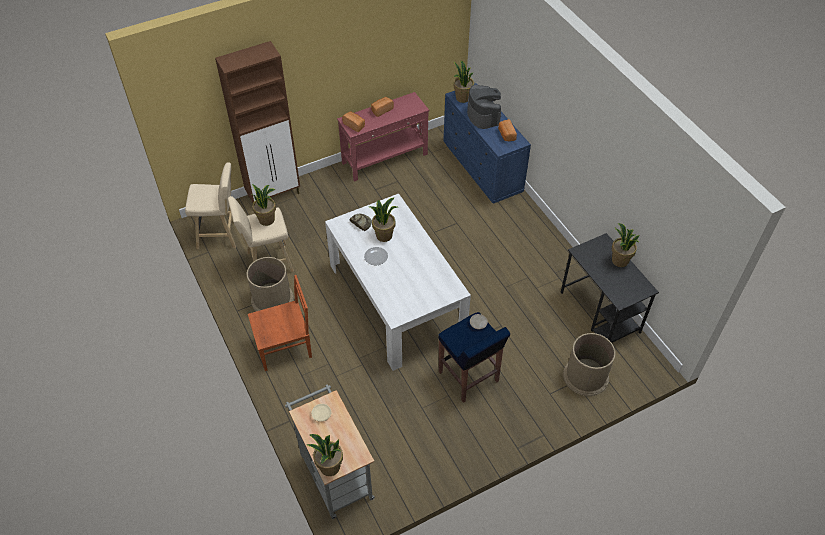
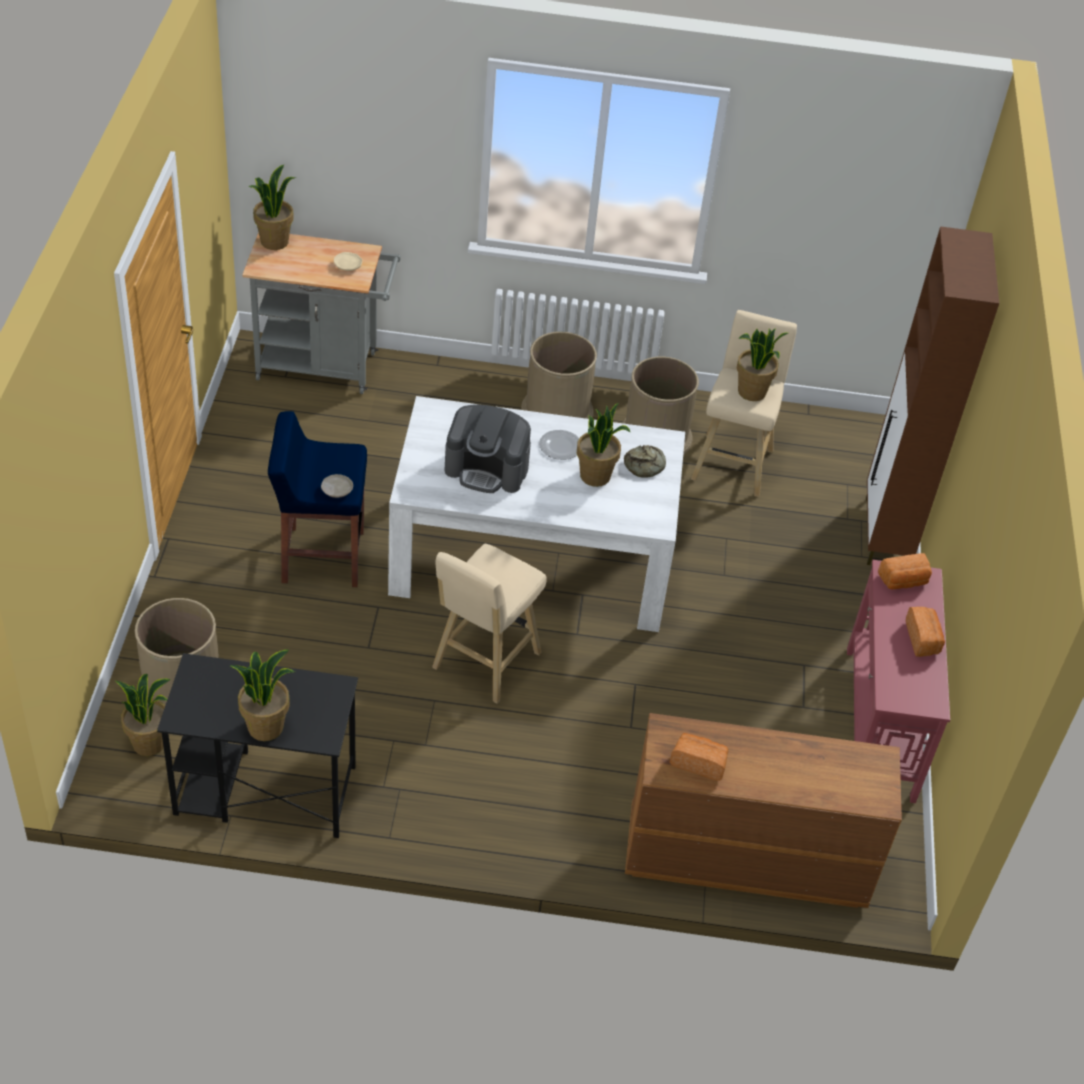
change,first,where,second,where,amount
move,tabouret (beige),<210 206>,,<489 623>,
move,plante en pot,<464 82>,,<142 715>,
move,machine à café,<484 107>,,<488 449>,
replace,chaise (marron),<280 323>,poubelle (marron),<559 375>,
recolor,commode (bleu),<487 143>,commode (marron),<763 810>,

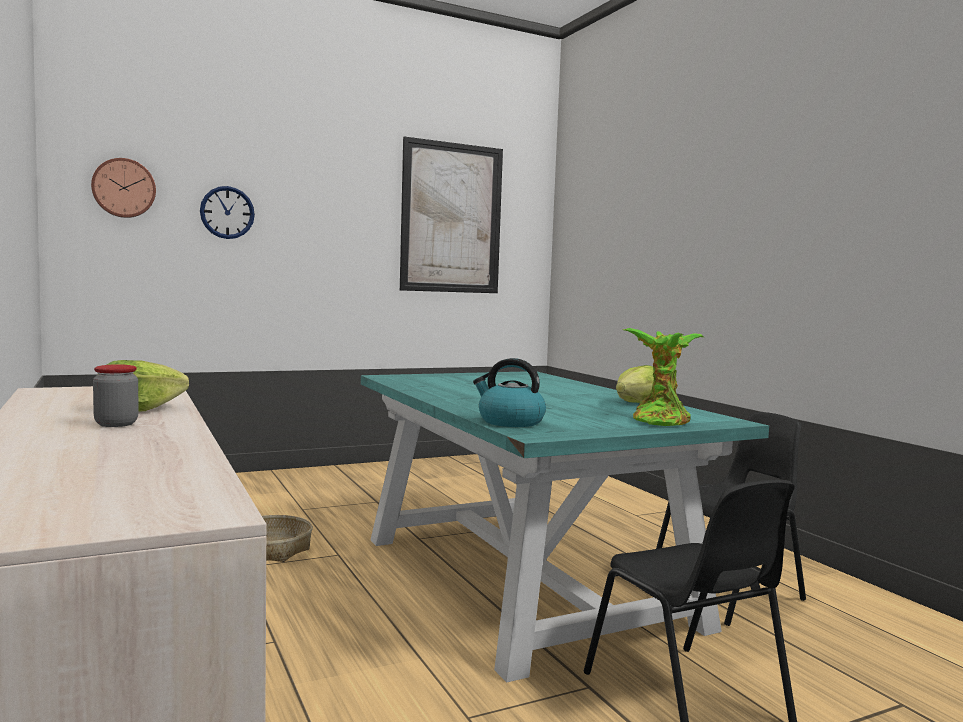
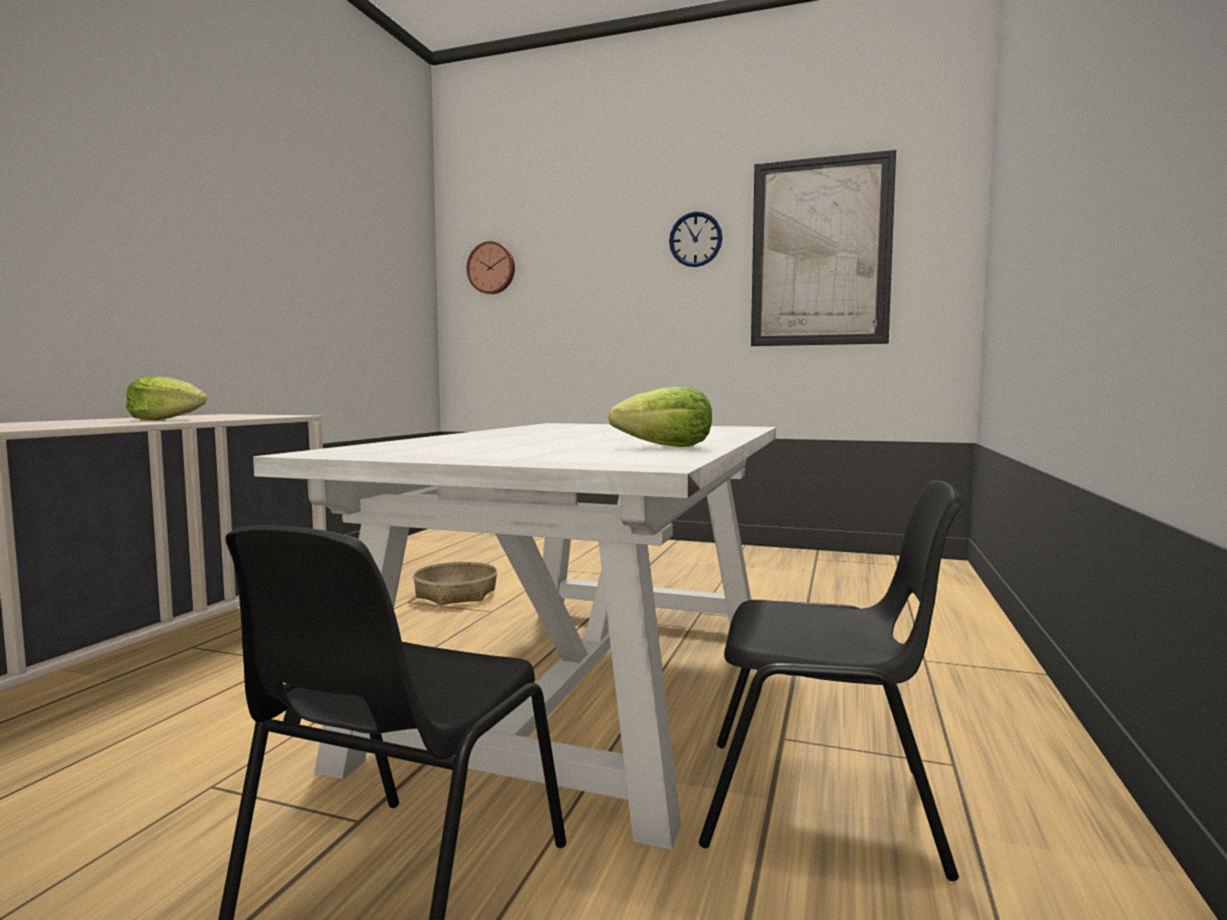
change,first,where,second,where,amount
delete,bocal,<116 395>,,,
delete,bouilloire,<509 392>,,,
delete,plante en pot,<663 377>,,,
move,horloge murale,<227 212>,,<695 239>,
recolor,table à manger (turquoise),<565 527>,table à manger (blanc),<514 636>,

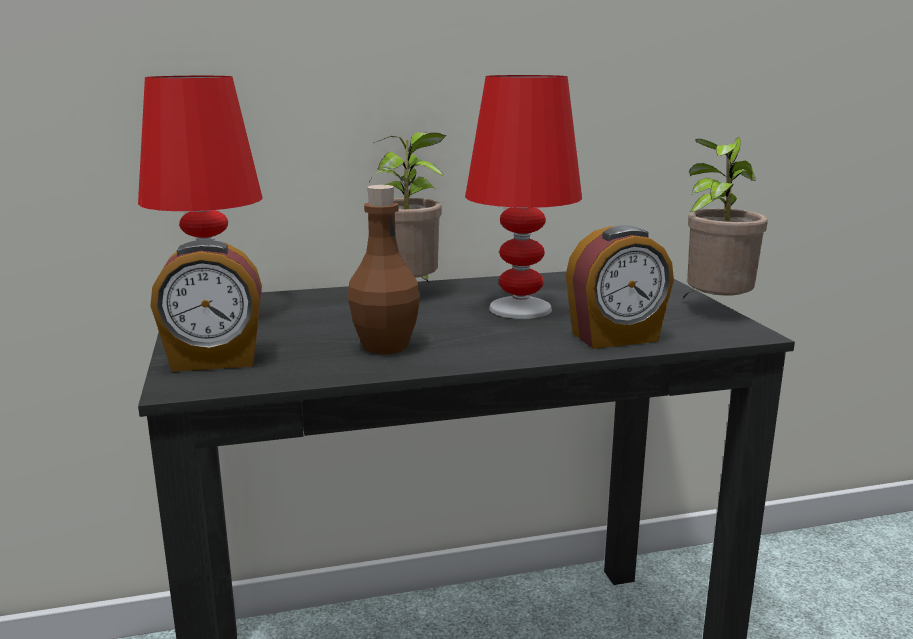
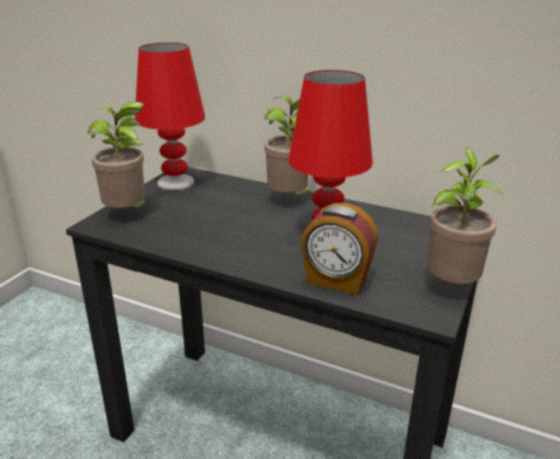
change,first,where,second,where,amount
delete,bouteille (marron),<384 270>,,,
replace,réveil,<206 305>,plante en pot,<118 155>,

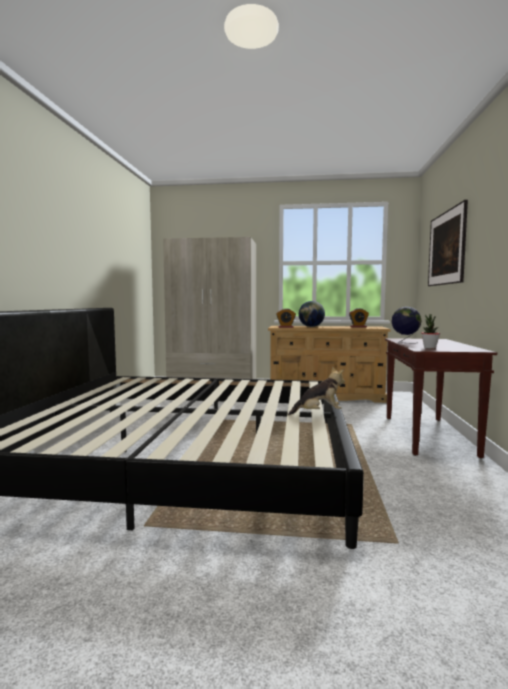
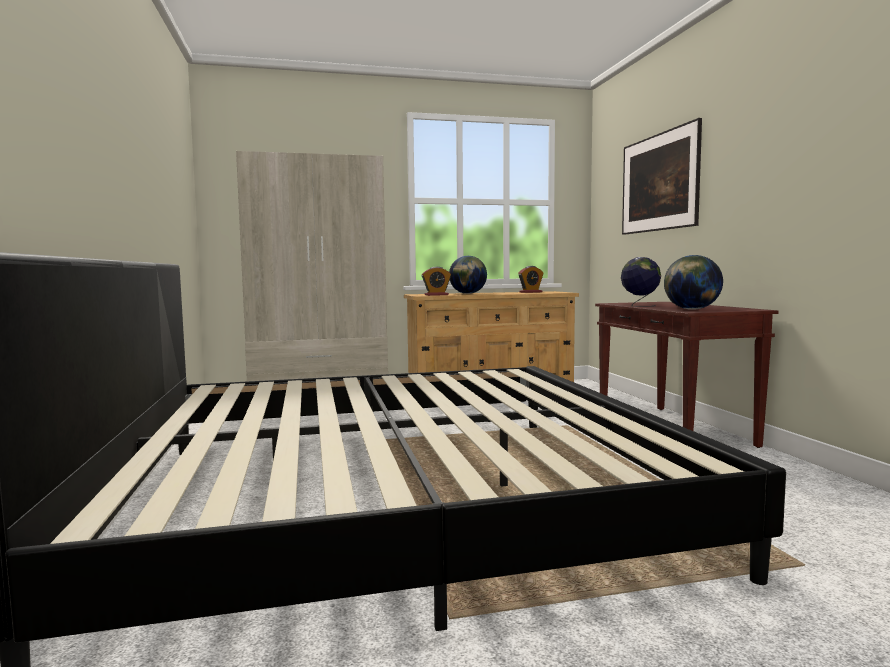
change,first,where,second,where,amount
delete,peluche,<316 391>,,,
replace,plante en pot,<430 331>,globe,<693 282>,

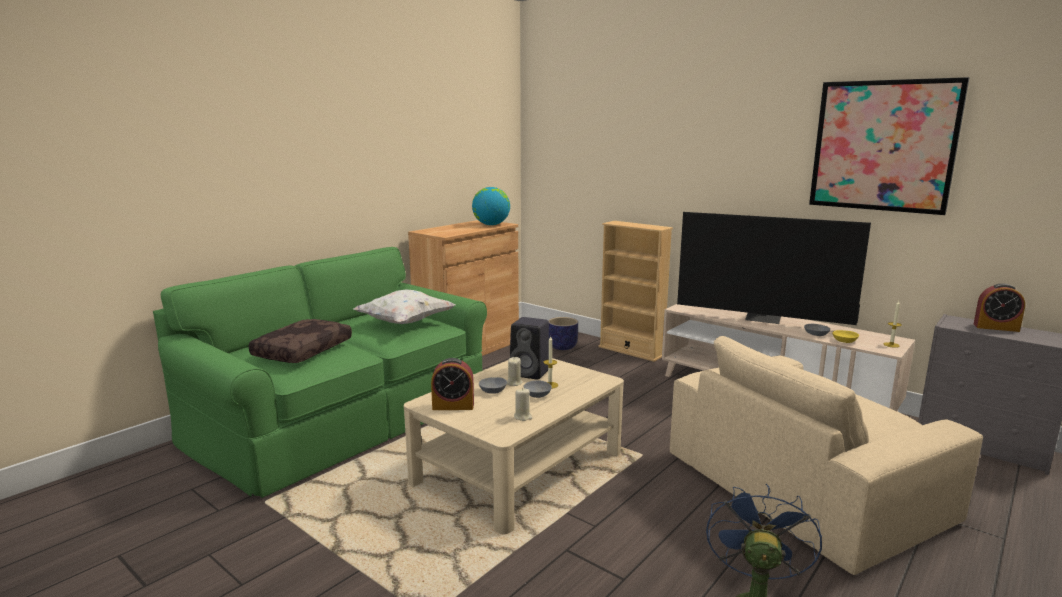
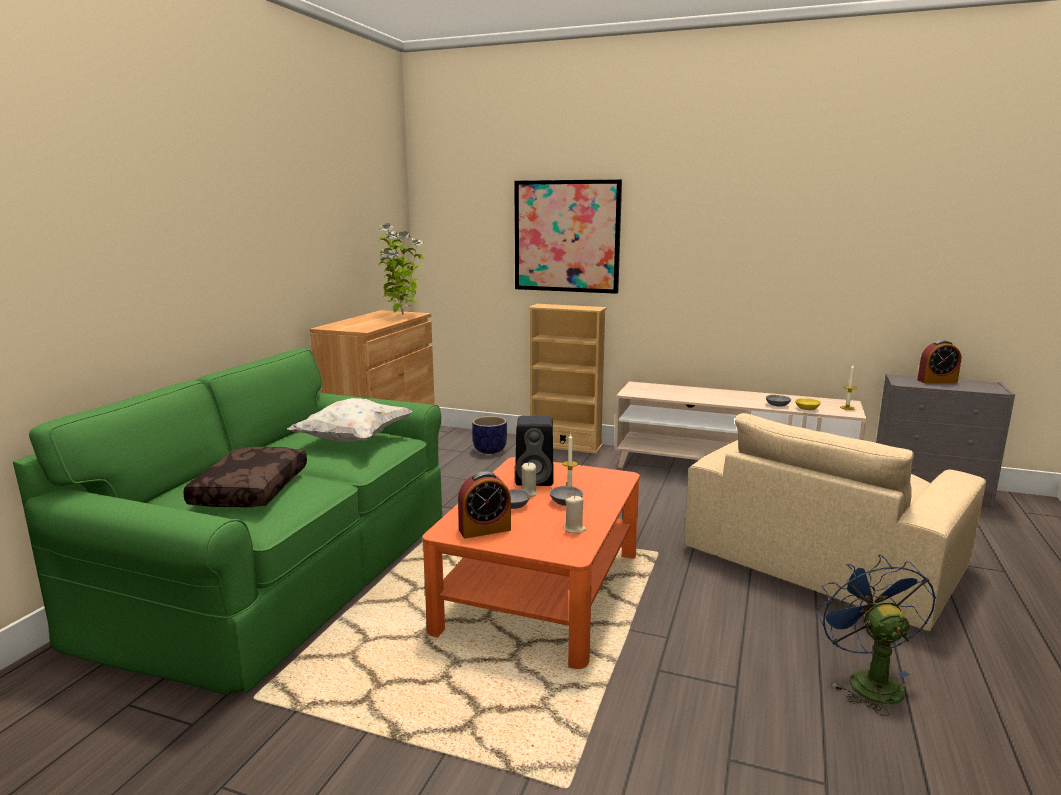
change,first,where,second,where,amount
delete,téléviseur,<774 268>,,,
move,tableau,<889 146>,,<568 236>,
replace,globe,<491 206>,plante en pot,<401 269>,
recolor,table basse (beige),<514 446>,table basse (orange),<531 563>,

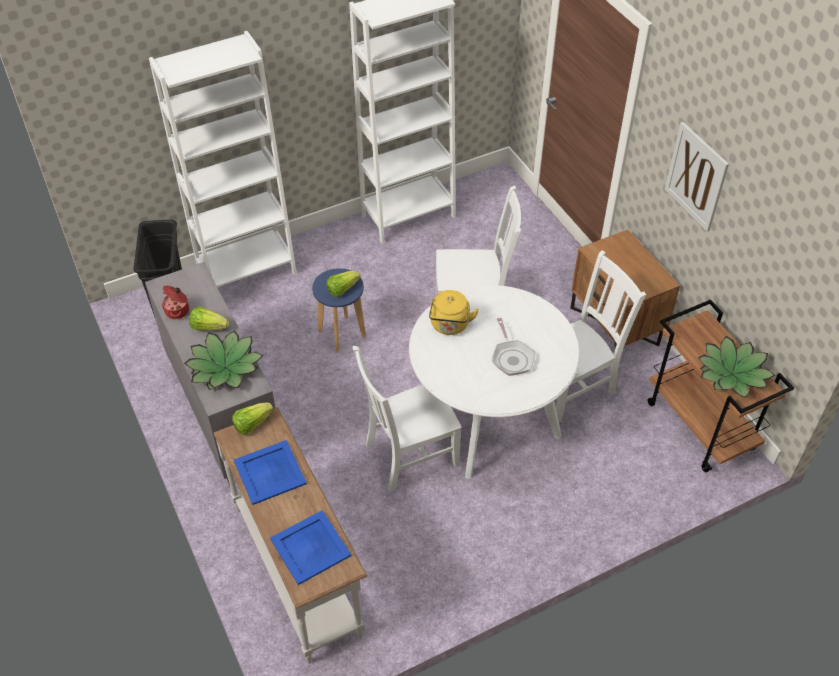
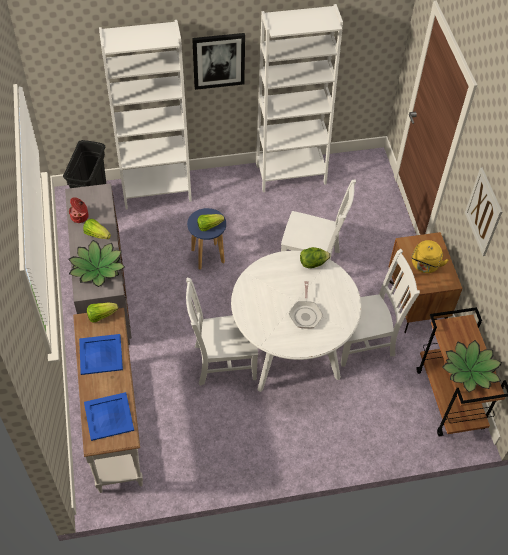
change,first,where,second,where,amount
insert,,,tableau,<218 61>,
insert,,,laitue,<315 257>,
move,bouilloire (jaune),<454 312>,,<430 256>,

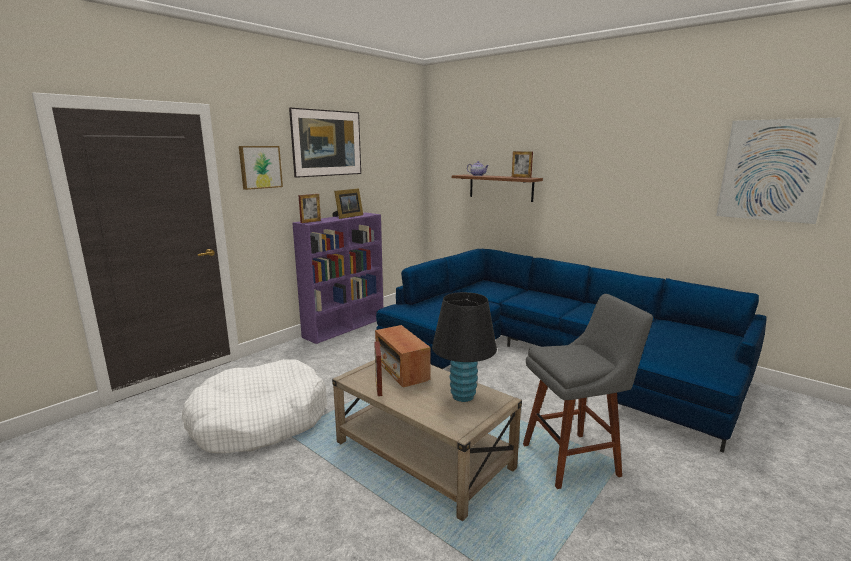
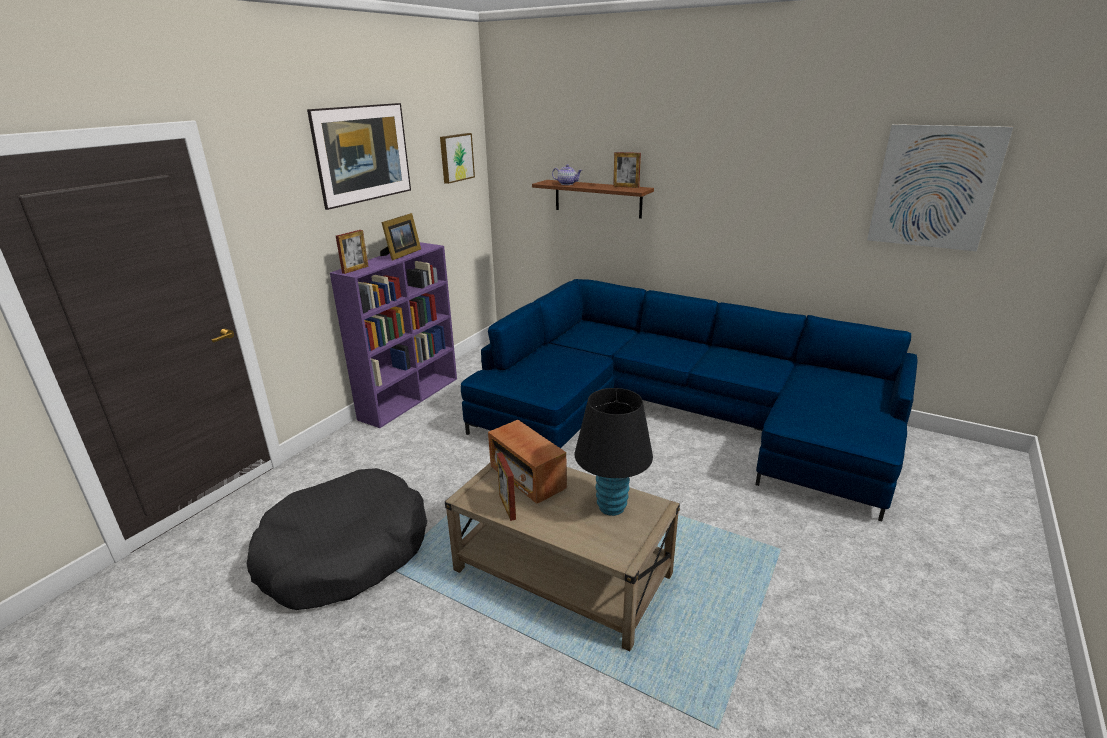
change,first,where,second,where,amount
delete,tabouret (gris),<588 391>,,,
move,tableau,<261 168>,,<457 158>,
recolor,panier pour chien (blanc),<254 406>,panier pour chien (noir),<337 539>,

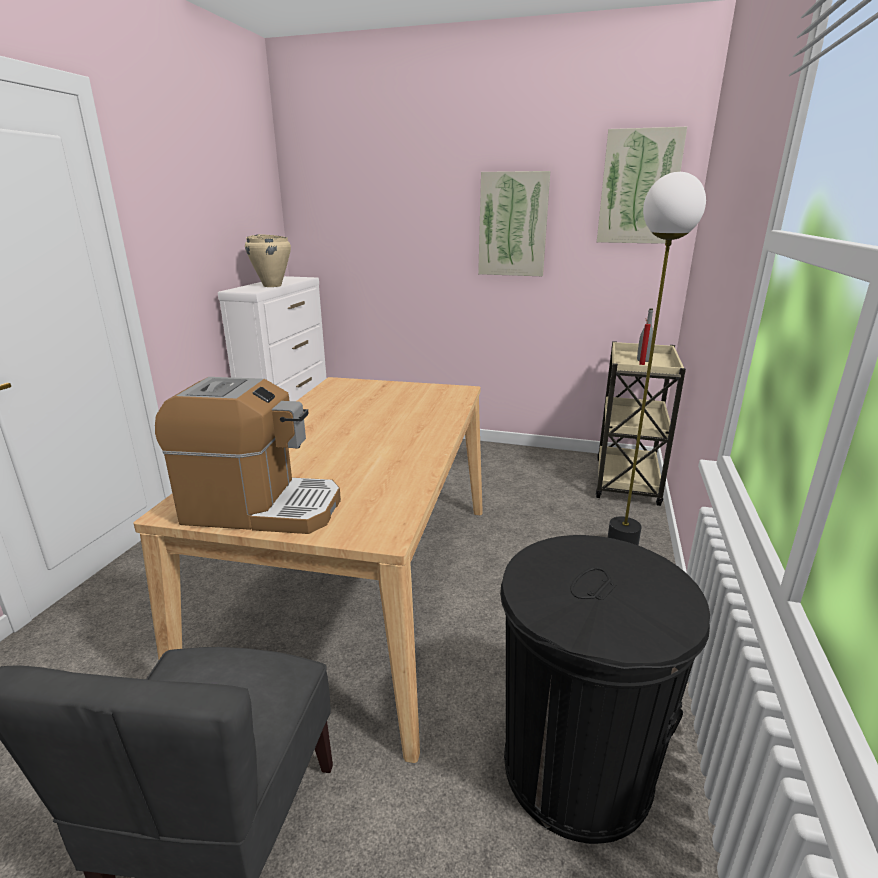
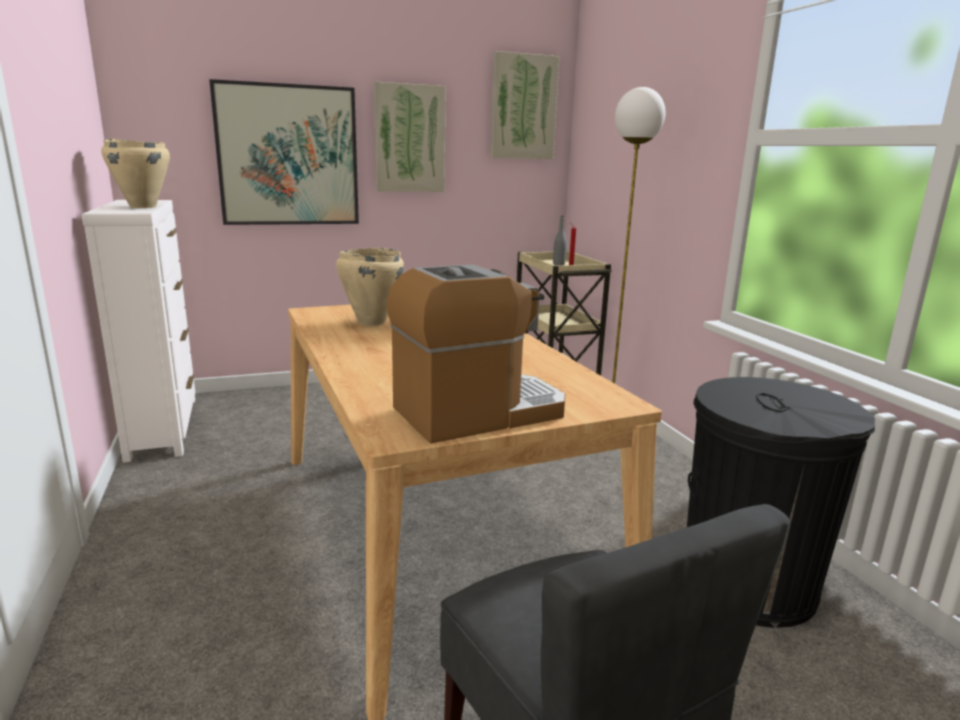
change,first,where,second,where,amount
insert,,,tableau,<284 152>,
insert,,,marmite (beige),<370 287>,

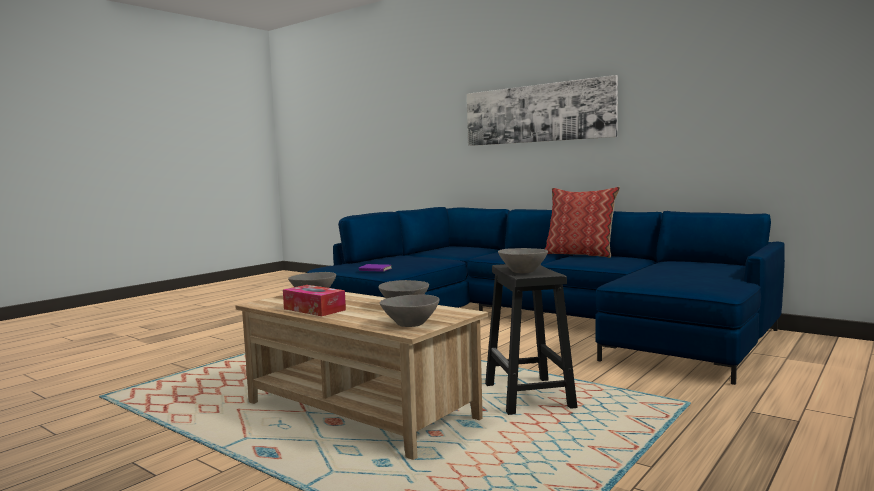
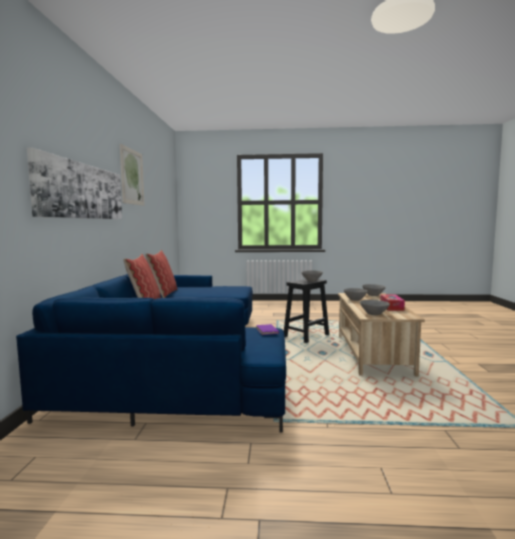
change,first,where,second,where,amount
insert,,,tableau,<132 175>,
insert,,,coussin,<161 274>,

